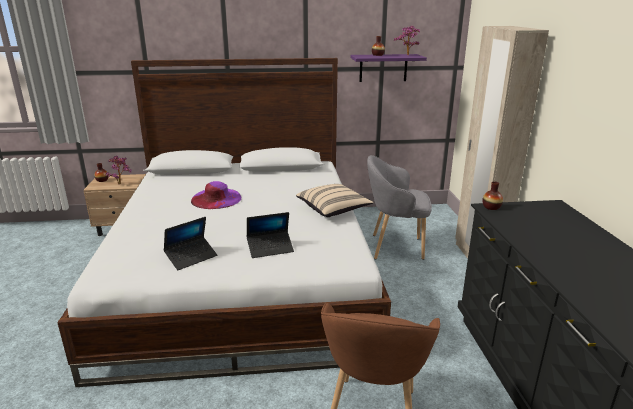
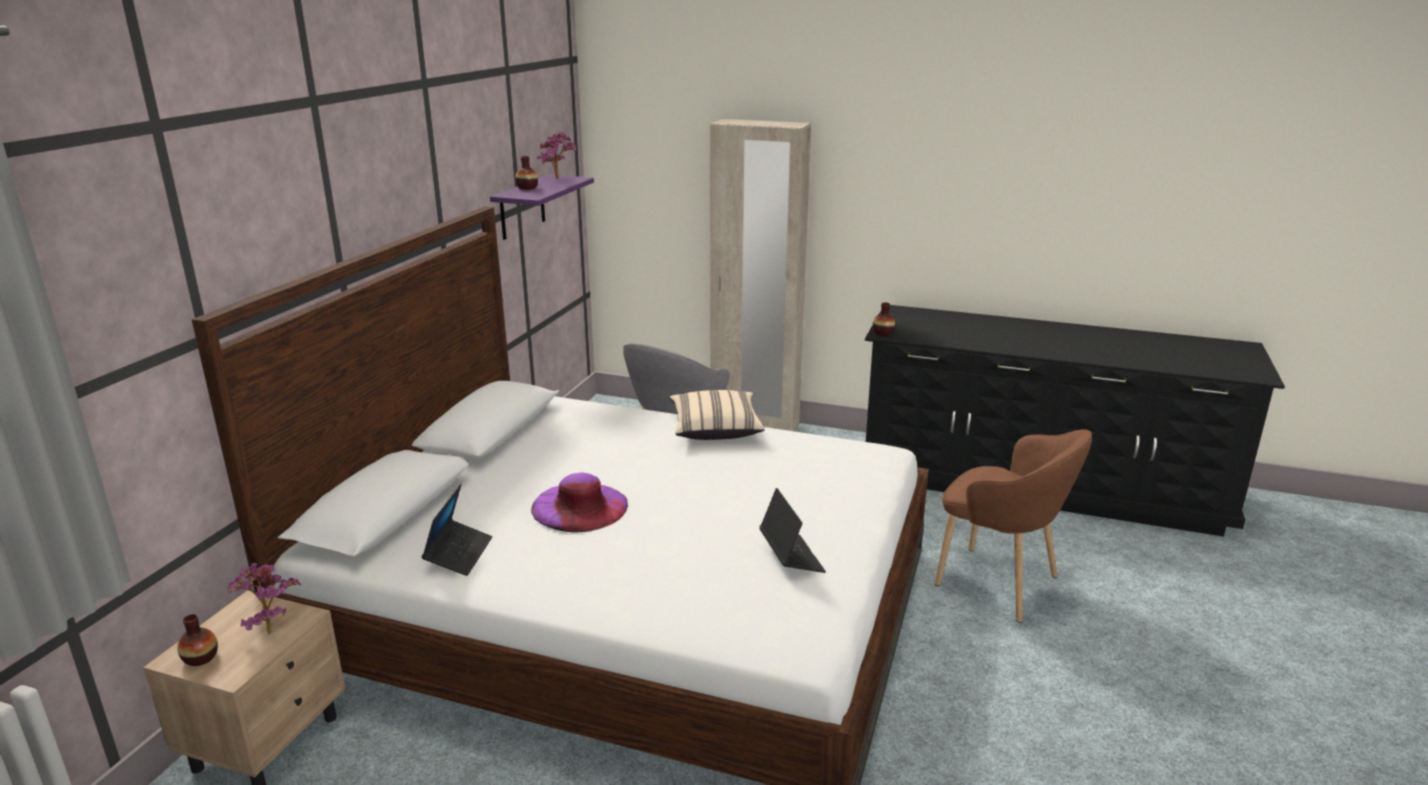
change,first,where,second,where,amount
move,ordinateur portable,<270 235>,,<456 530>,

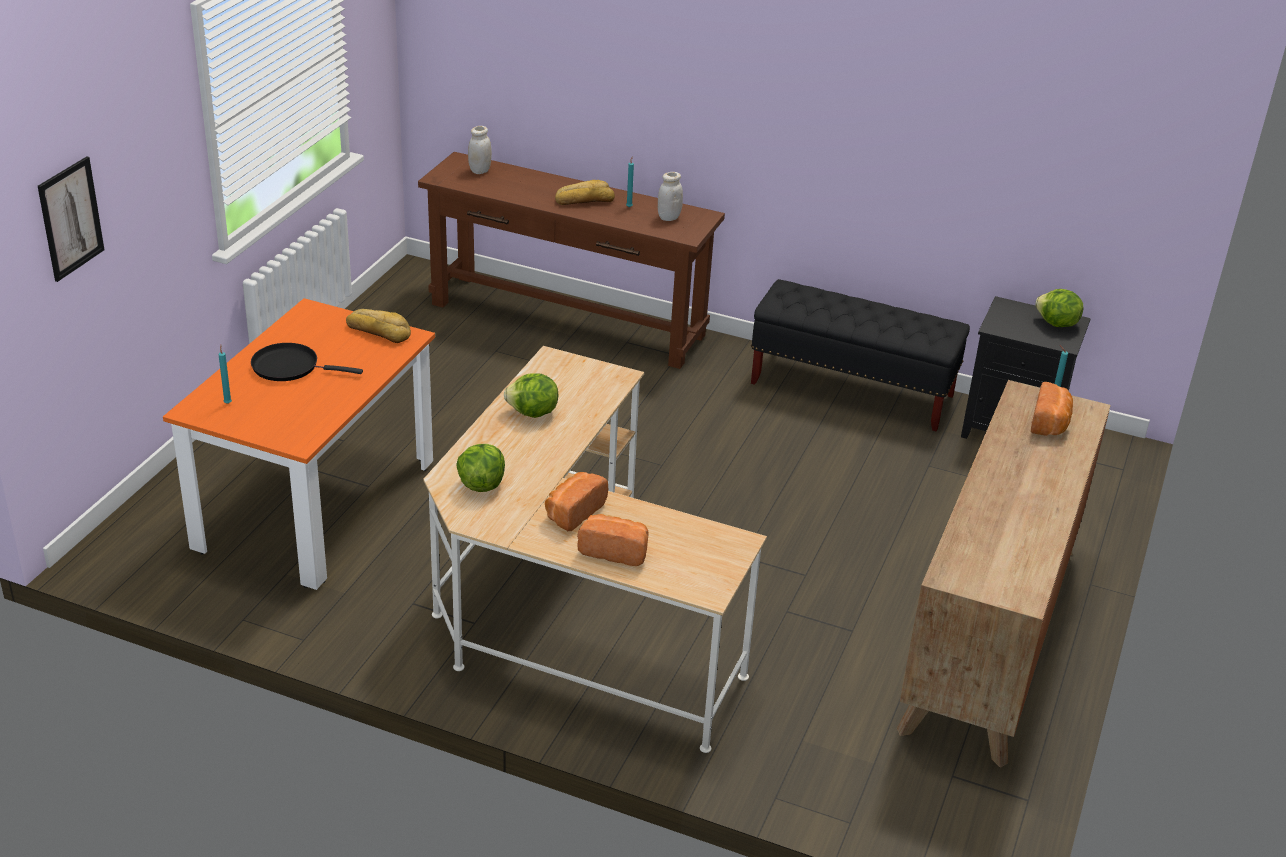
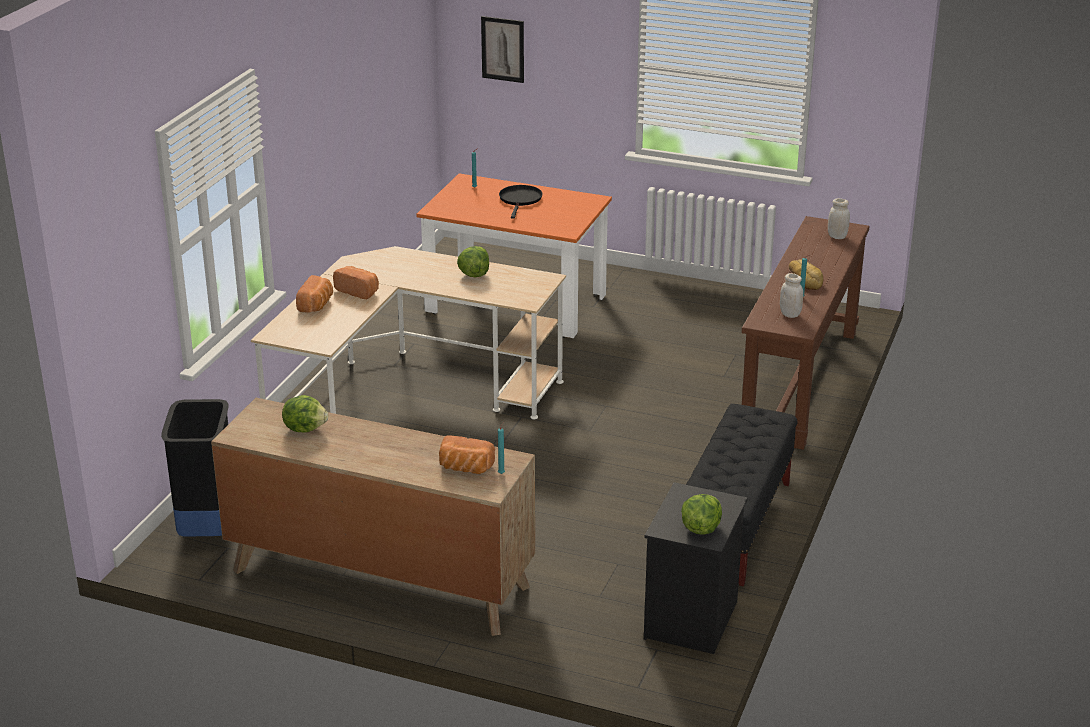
change,first,where,second,where,amount
delete,pain,<378 326>,,,
insert,,,poubelle (noir),<195 468>,
move,laitue,<480 468>,,<305 413>,

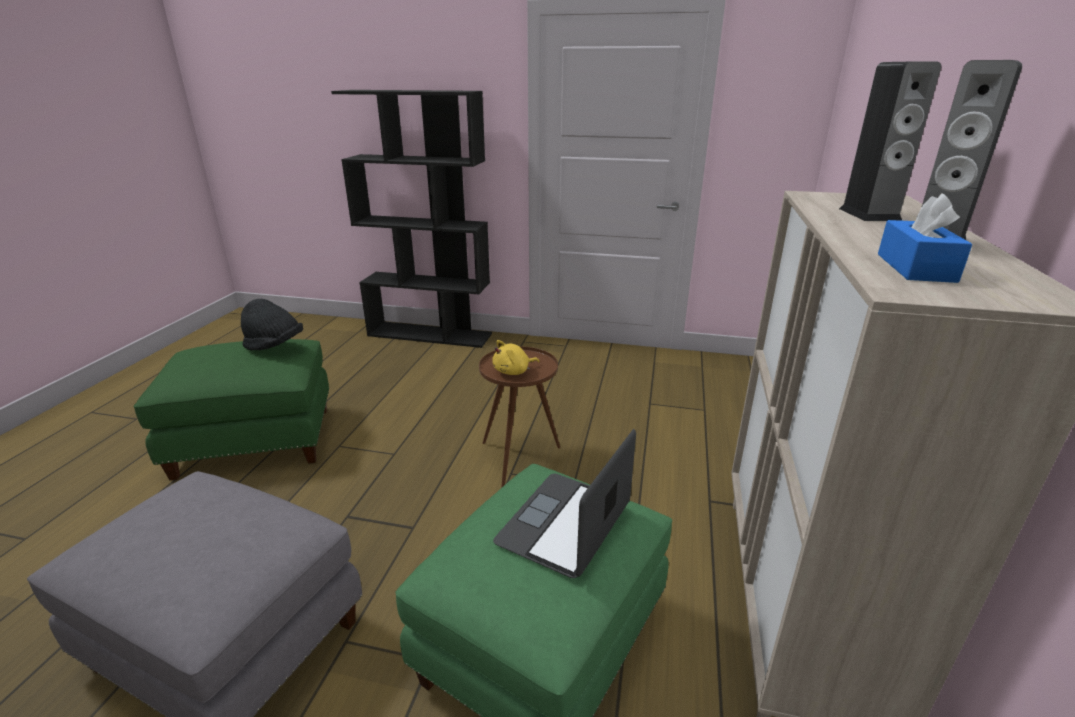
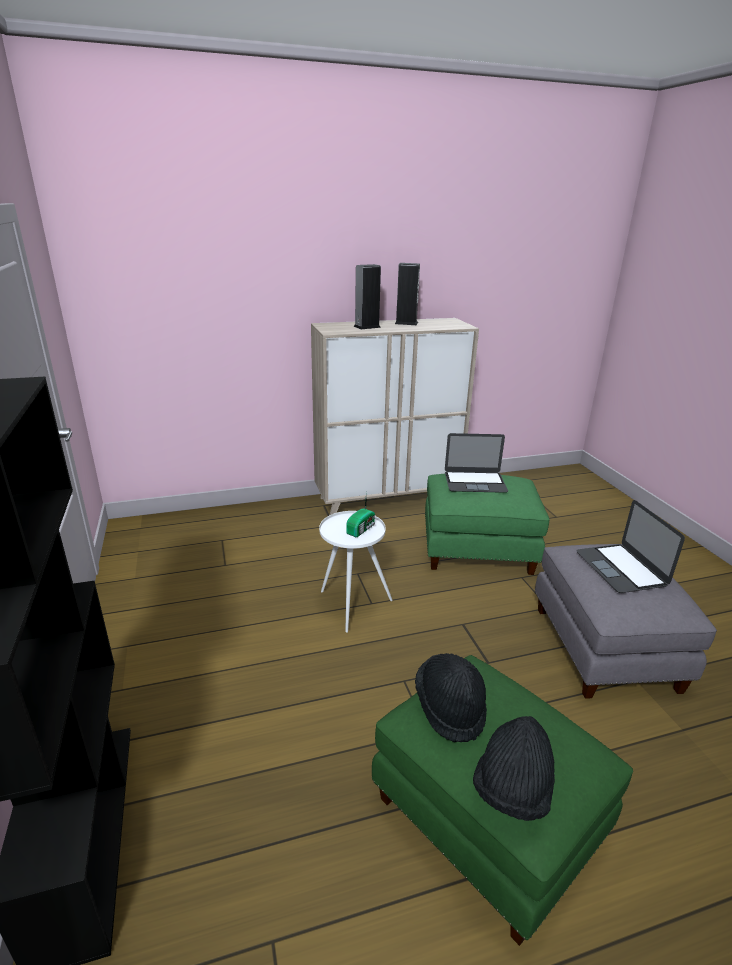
change,first,where,second,where,amount
delete,boîte à mouchoirs (bleu),<925 238>,,,
insert,,,chapeau (noir),<514 768>,
insert,,,ordinateur portable,<630 546>,
replace,peluche (jaune),<515 357>,radio,<360 514>,
recolor,table d'appoint (marron),<519 417>,table d'appoint (blanc),<356 572>,

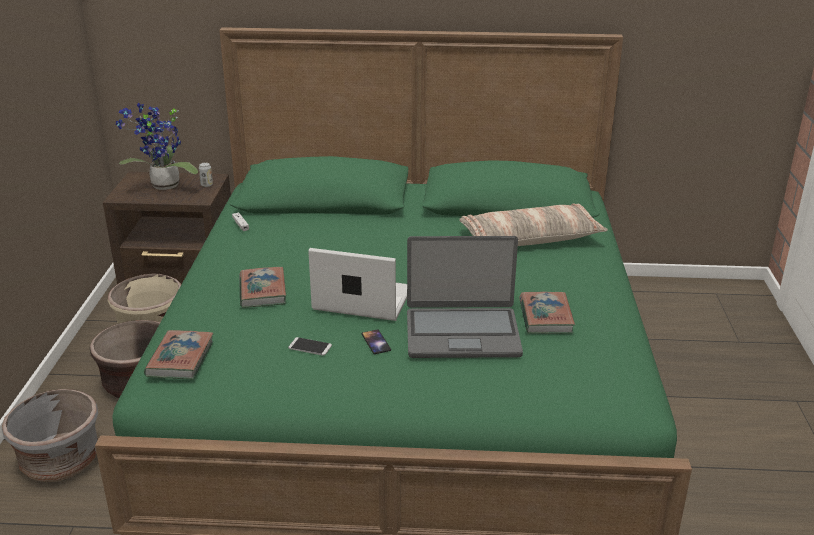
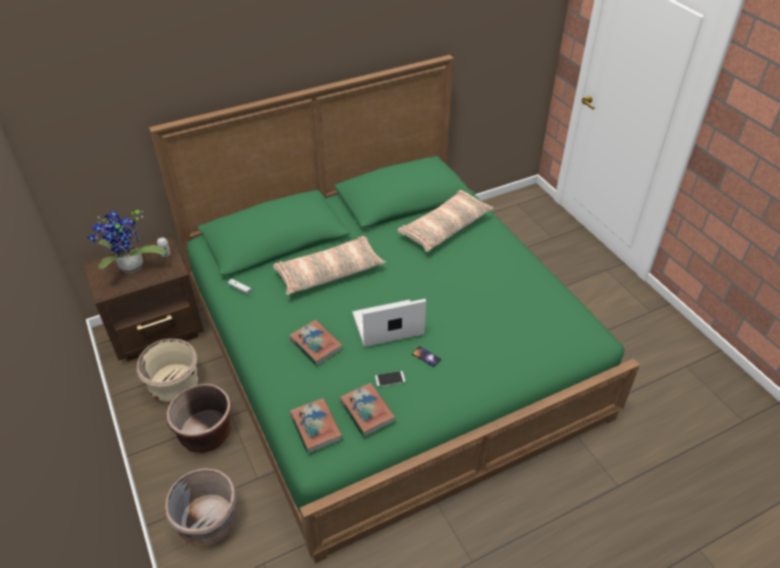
change,first,where,second,where,amount
delete,ordinateur portable,<465 297>,,,
insert,,,coussin,<329 265>,
move,livre,<547 312>,,<367 410>,

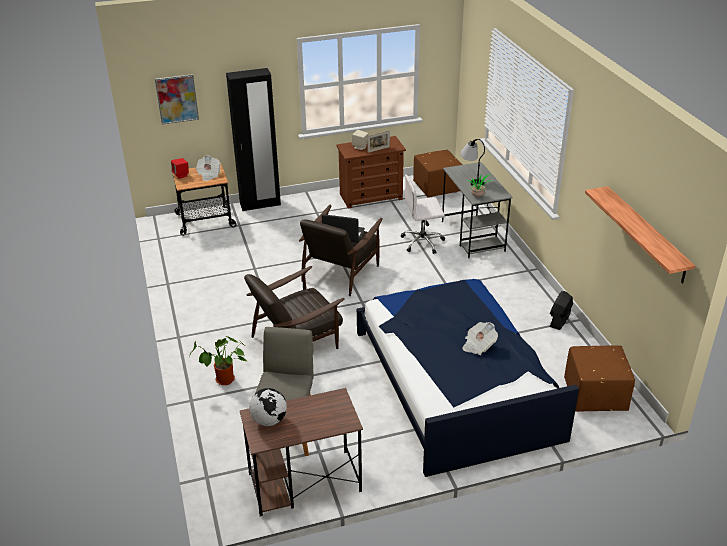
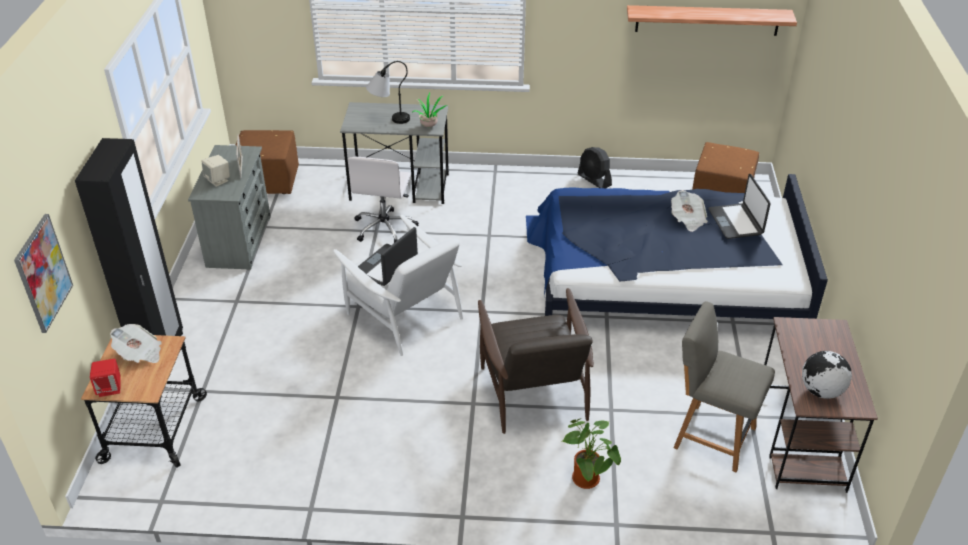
change,first,where,second,where,amount
insert,,,ordinateur portable,<739 206>,
recolor,fauteuil (marron),<340 250>,fauteuil (blanc),<398 285>,
recolor,commode (marron),<371 172>,commode (gris),<229 207>,

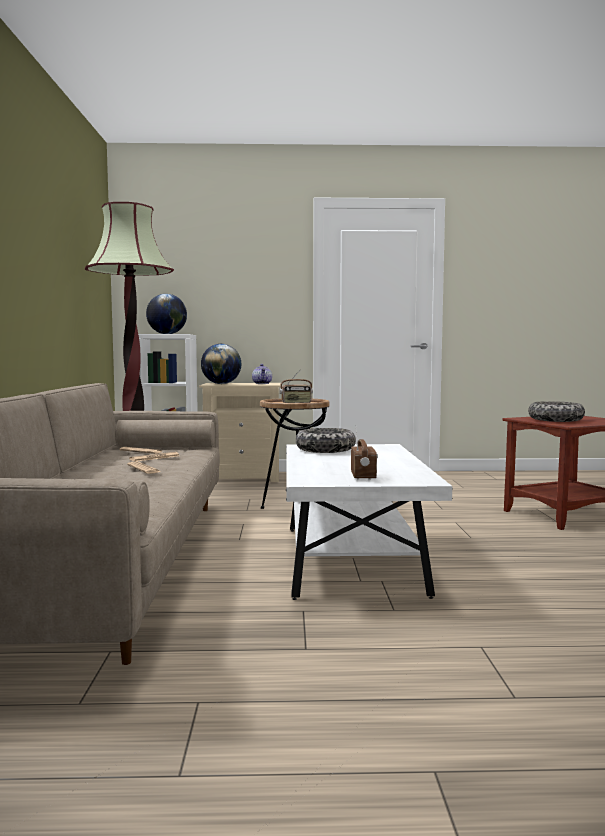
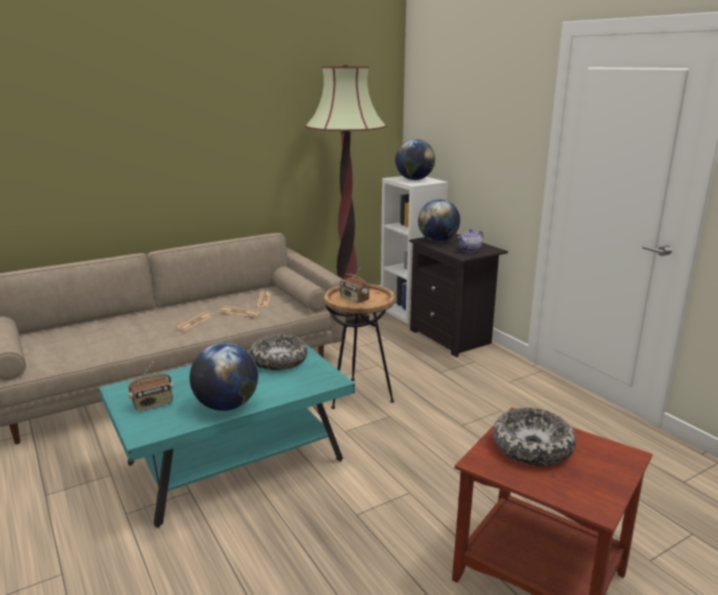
change,first,where,second,where,amount
insert,,,globe,<224 377>,
recolor,table de chevet (beige),<240 432>,table de chevet (noir),<458 295>,
recolor,table basse (blanc),<369 522>,table basse (turquoise),<227 436>,

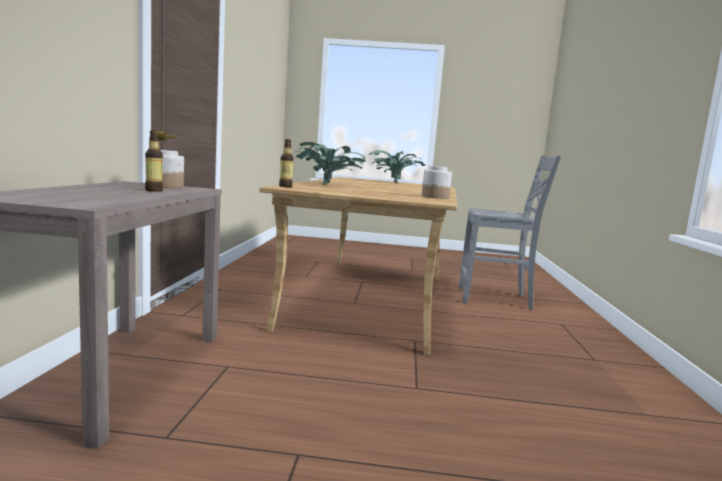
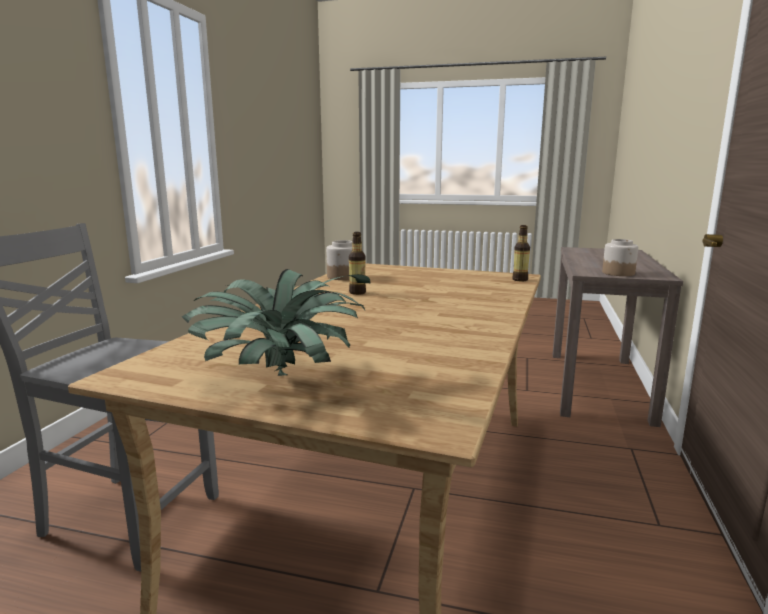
change,first,where,second,where,amount
delete,plante en pot,<329 163>,,,
move,bouteille,<154 161>,,<357 263>,

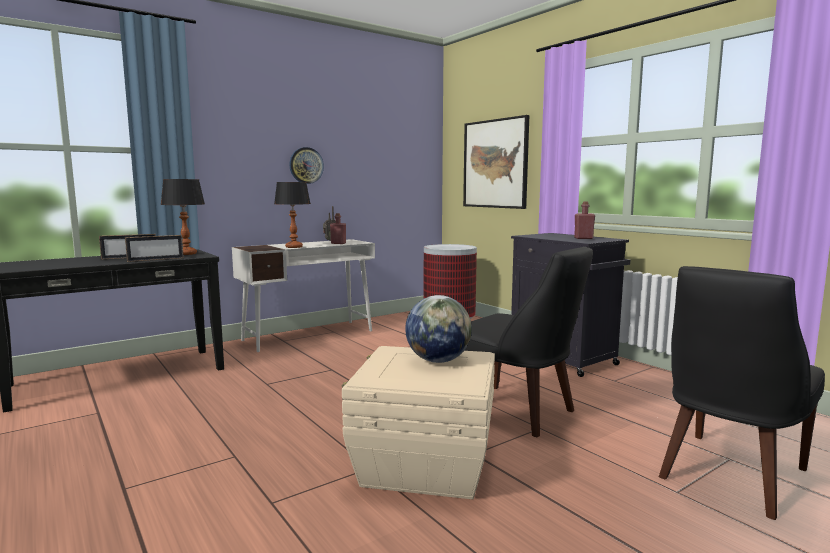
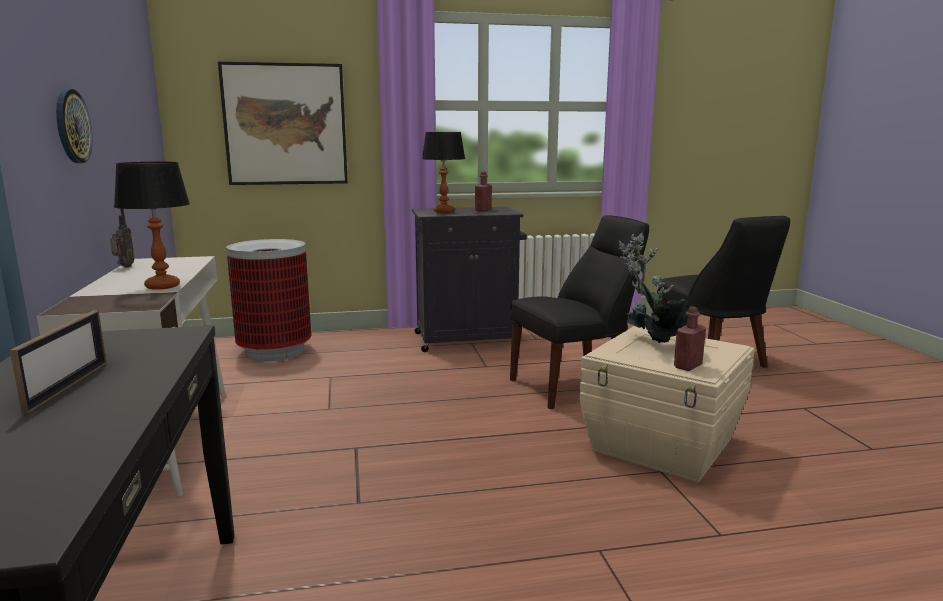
change,first,where,second,where,amount
delete,cadre photo,<154 248>,,,
move,lampe de table,<182 217>,,<443 172>,
move,bouteille (rouge),<338 228>,,<690 338>,
replace,globe,<438 329>,plante en pot,<654 288>,

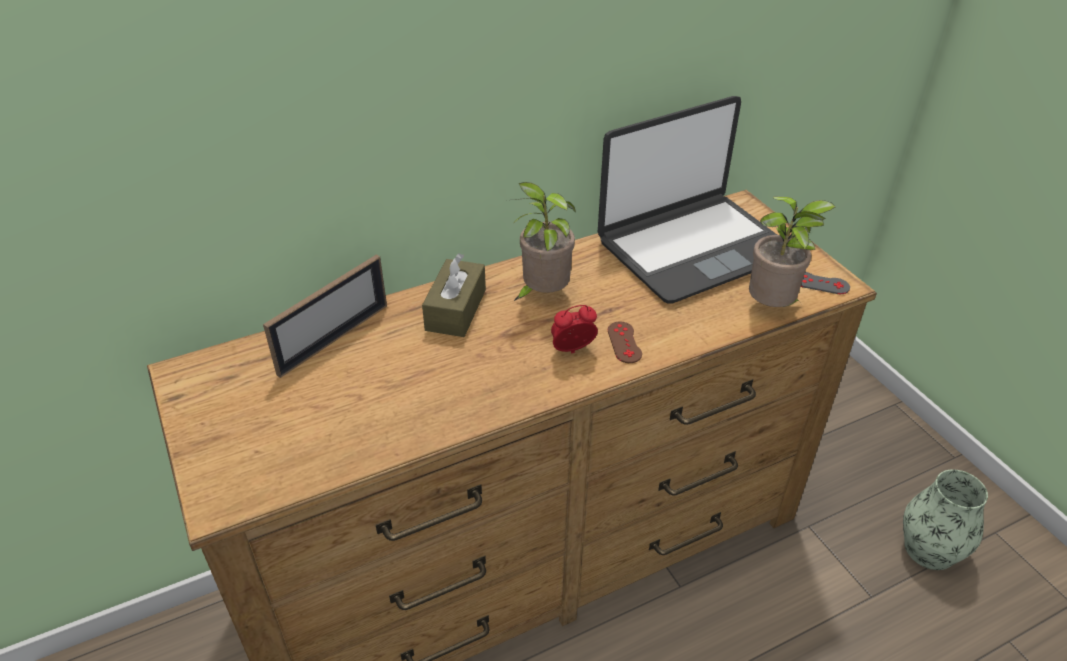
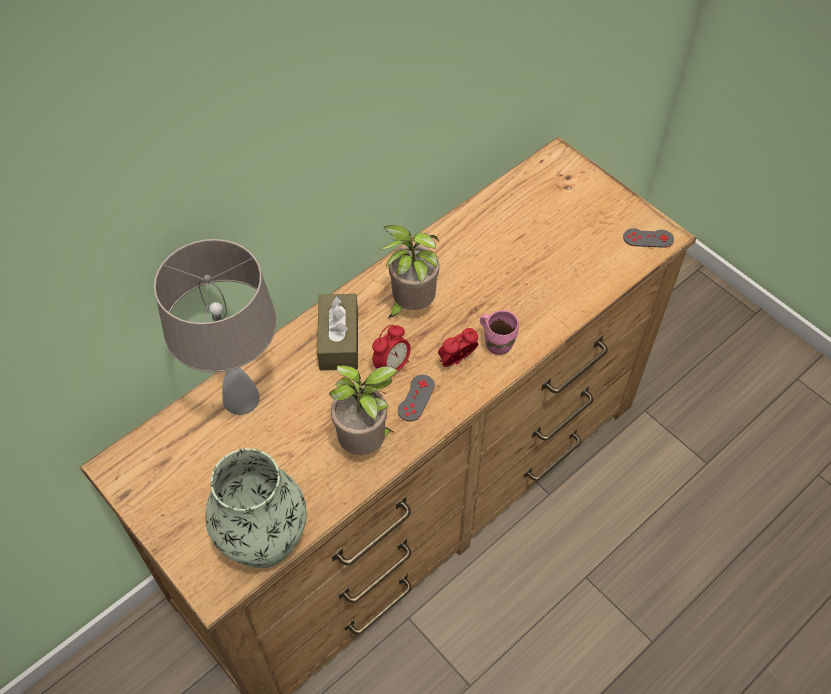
change,first,where,second,where,amount
delete,ordinateur portable,<687 200>,,,
insert,,,réveil,<391 347>,
insert,,,manette (gris),<416 398>,
move,plante en pot,<792 252>,,<363 410>,
move,vase,<945 519>,,<256 508>,
replace,cadre photo,<325 316>,lampe de table (beige),<215 327>,
replace,manette (marron),<625 342>,mug (rose),<499 332>,

